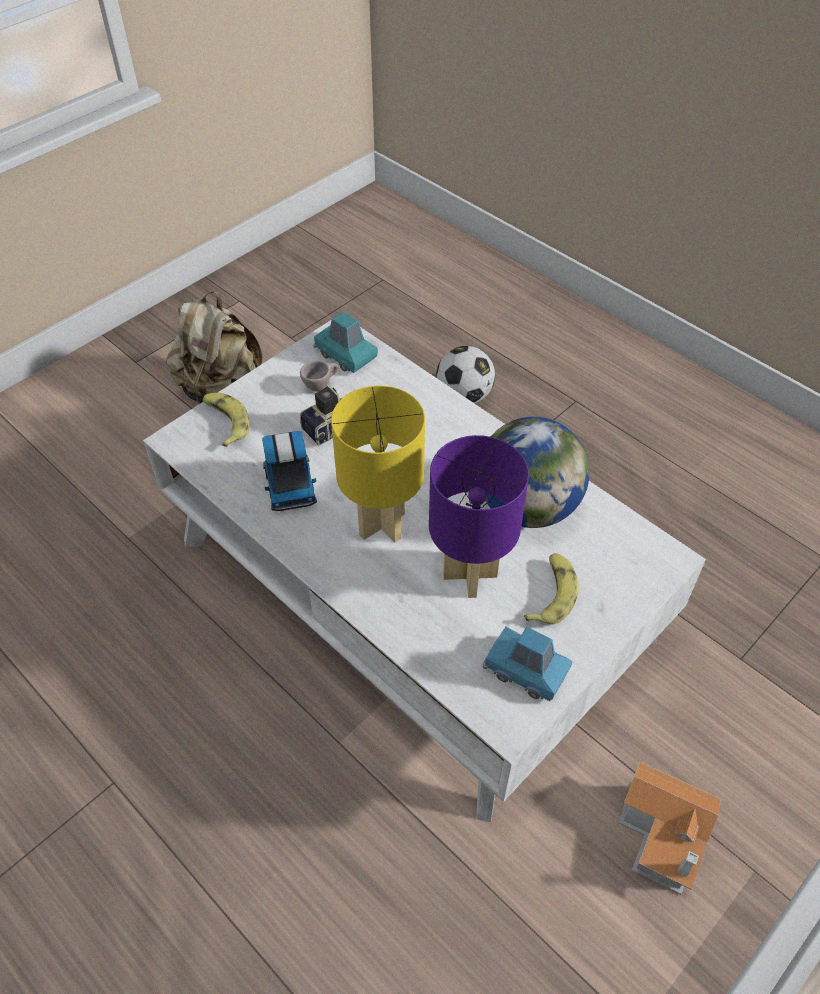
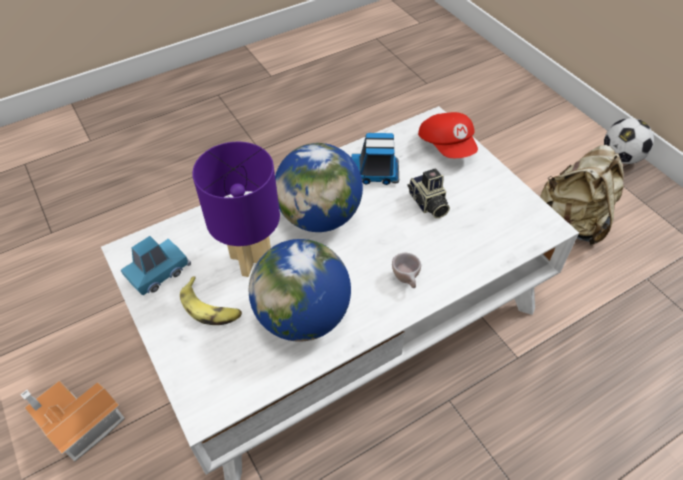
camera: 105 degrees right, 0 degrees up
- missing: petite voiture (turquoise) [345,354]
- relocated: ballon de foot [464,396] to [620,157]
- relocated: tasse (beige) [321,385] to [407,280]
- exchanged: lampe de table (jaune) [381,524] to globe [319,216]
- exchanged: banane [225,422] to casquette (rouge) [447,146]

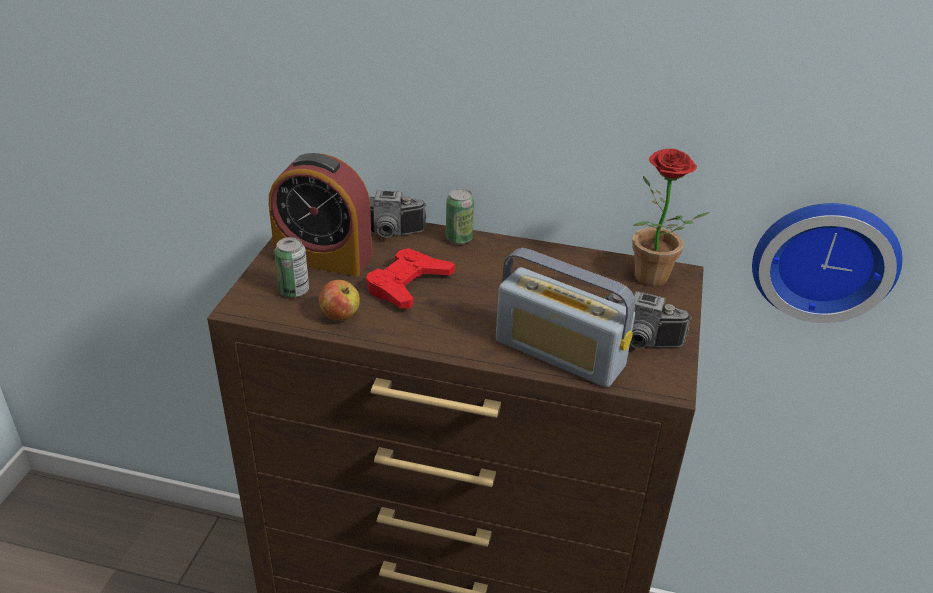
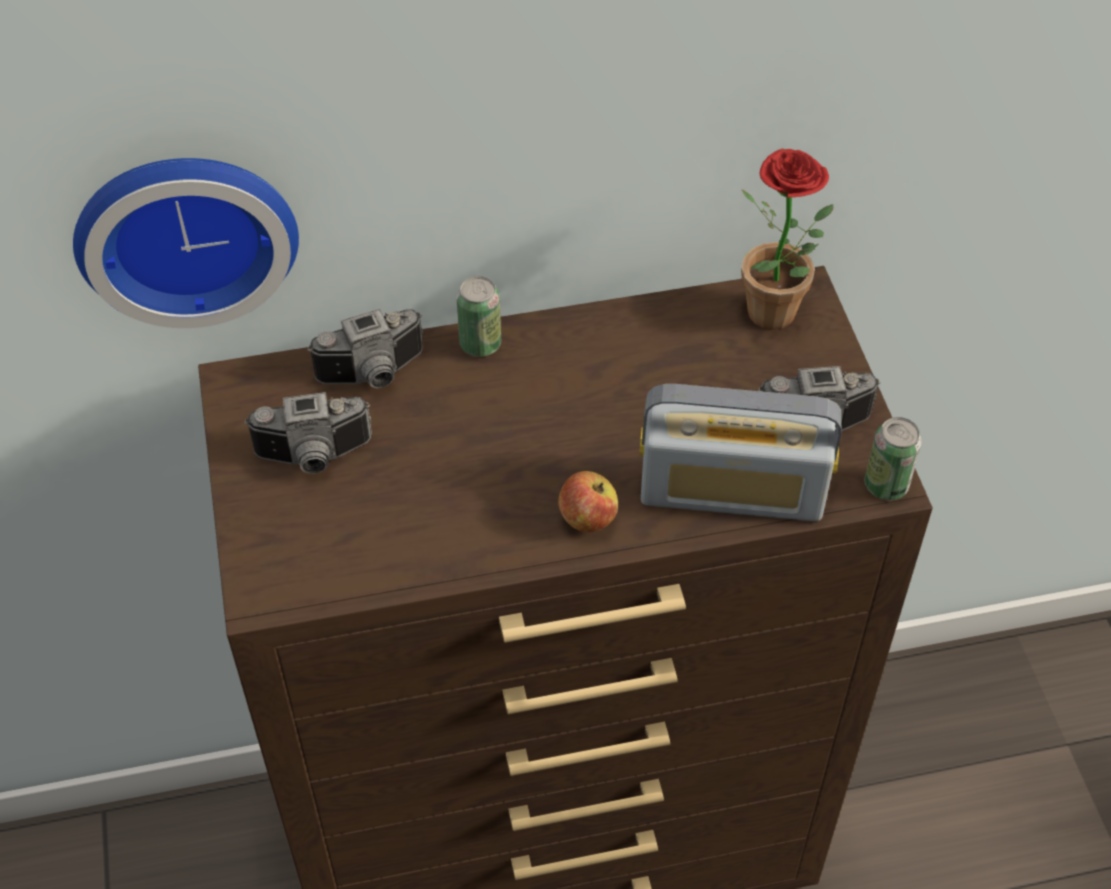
camera: 25 degrees left, 15 degrees up
- exchanged: réveil [323,258] to appareil photo [314,458]
- relocated: horloge murale [824,257] to [186,230]
- relocated: boîte métallique [294,291] to [886,485]
- missing: manette (rouge) [408,285]
- relocated: pomme [340,315] to [587,518]

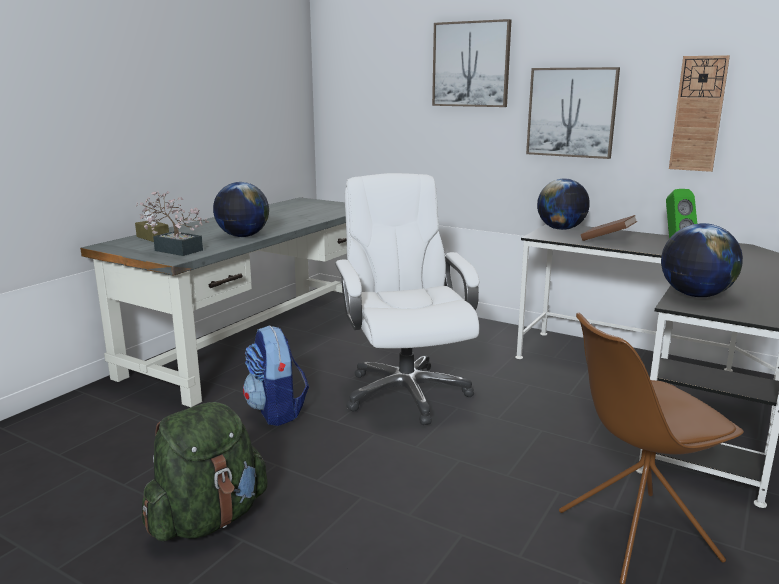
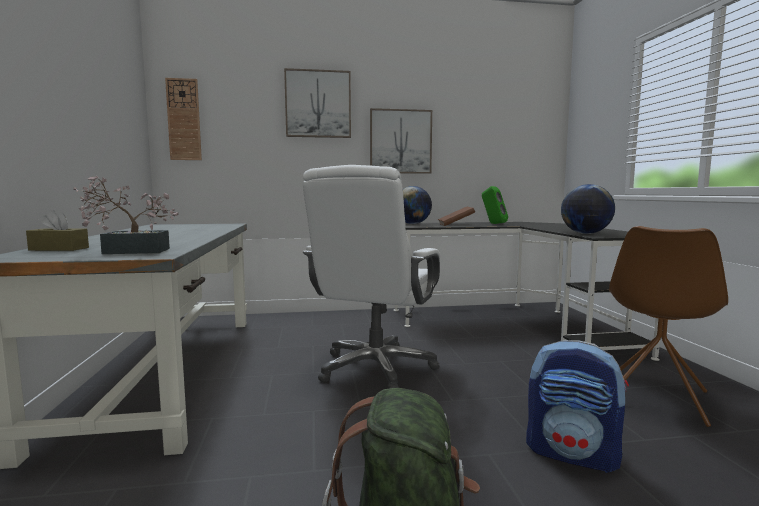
camera: 40 degrees left, 10 degrees down
- relocated: horloge murale [698,114] to [184,119]
- spun: chaise de bureau (blanc) [405,393] = [375,368] 105 degrees counterclockwise
- missing: globe [243,236]
- relocated: sac à dos [276,411] to [573,454]

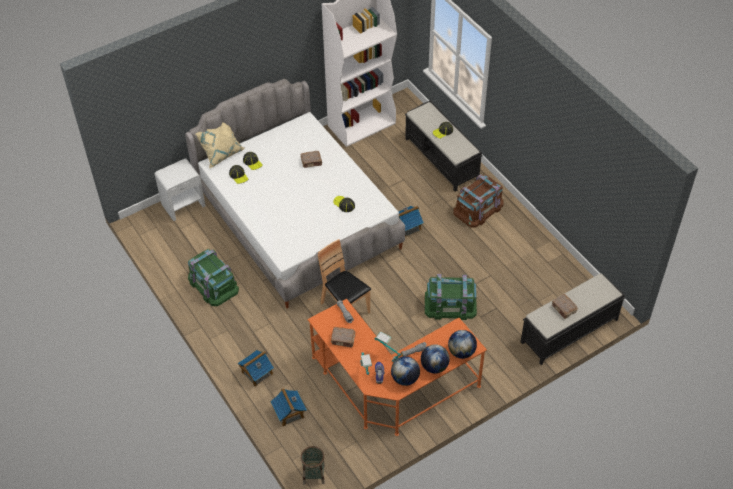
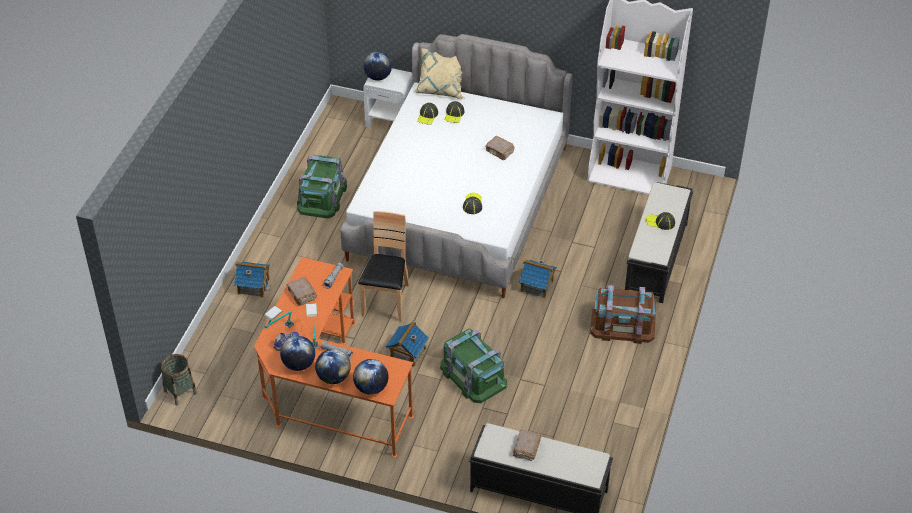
camera: 50 degrees right, 5 degrees down
- relocated: maison miniature [289,413] to [407,353]
- appeared: globe [378,77]

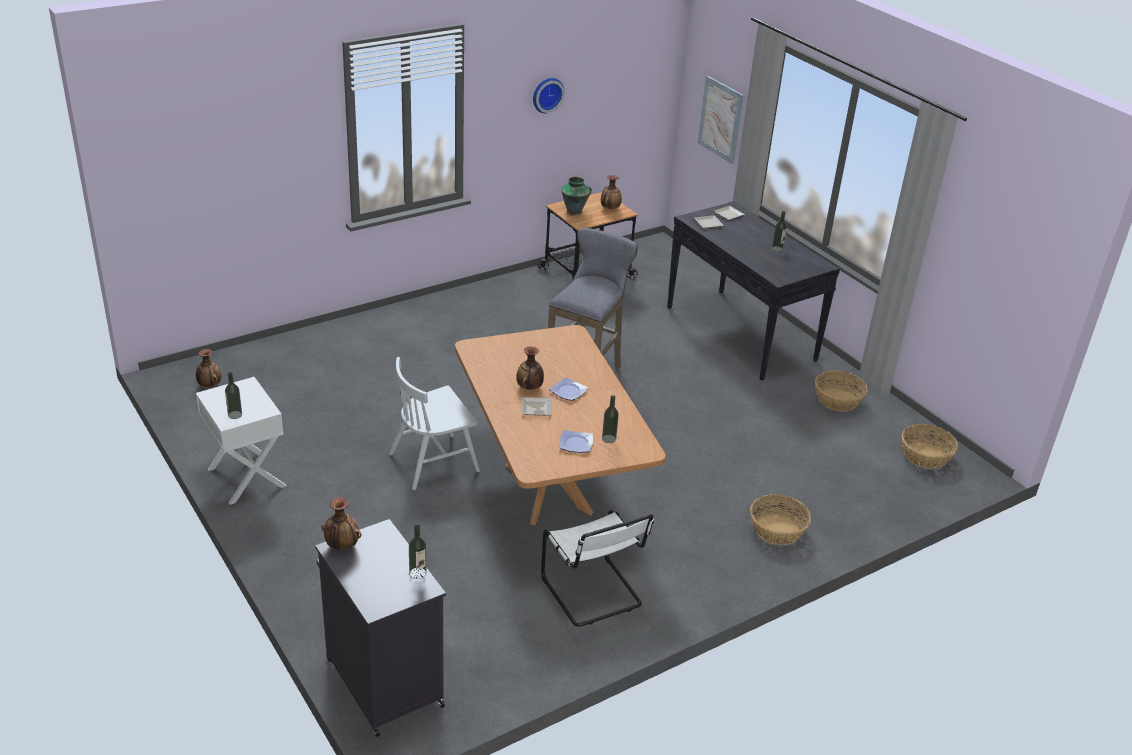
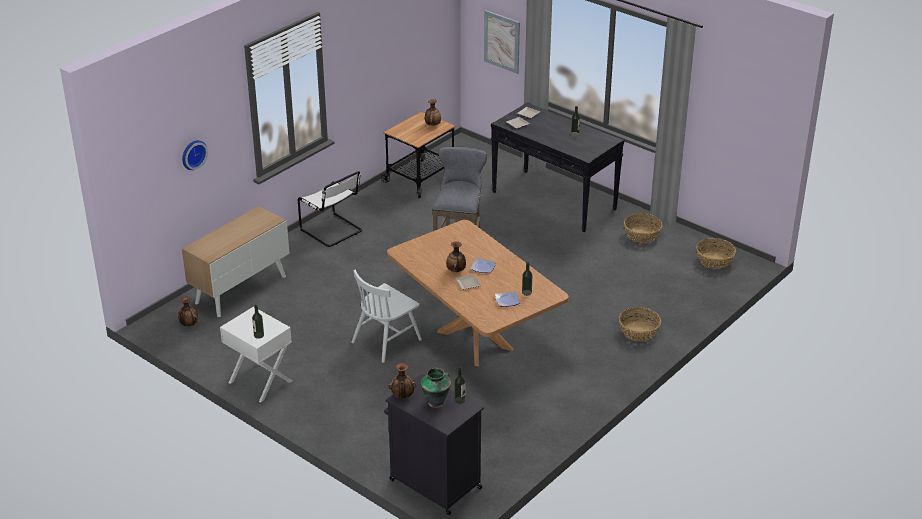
camera: 15 degrees left, 0 degrees up
- relocated: horloge murale [546,94] to [192,154]
- relocated: vase [575,212] to [436,401]
- relocated: chaise (blanc) [593,594] to [333,231]
- appeared: meuble de rangement [240,289]

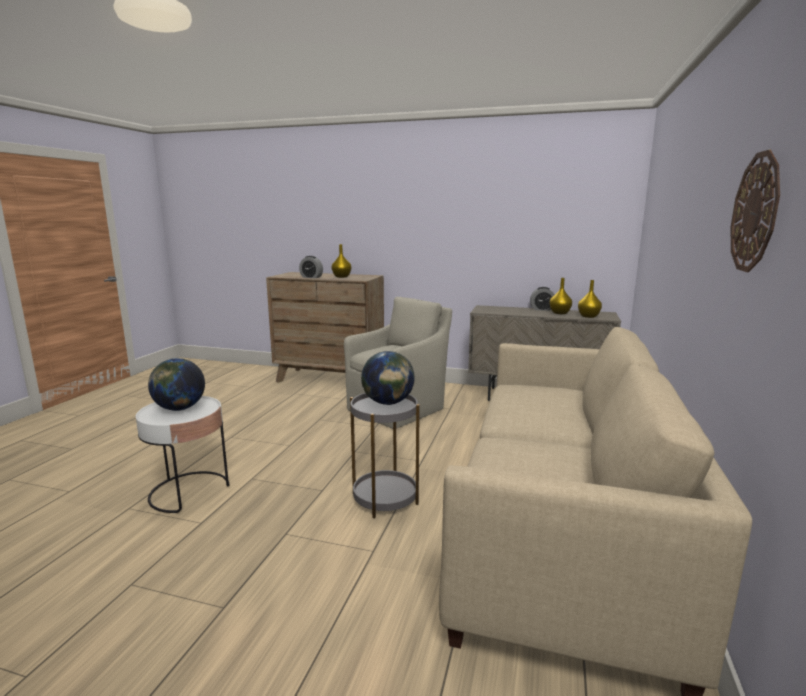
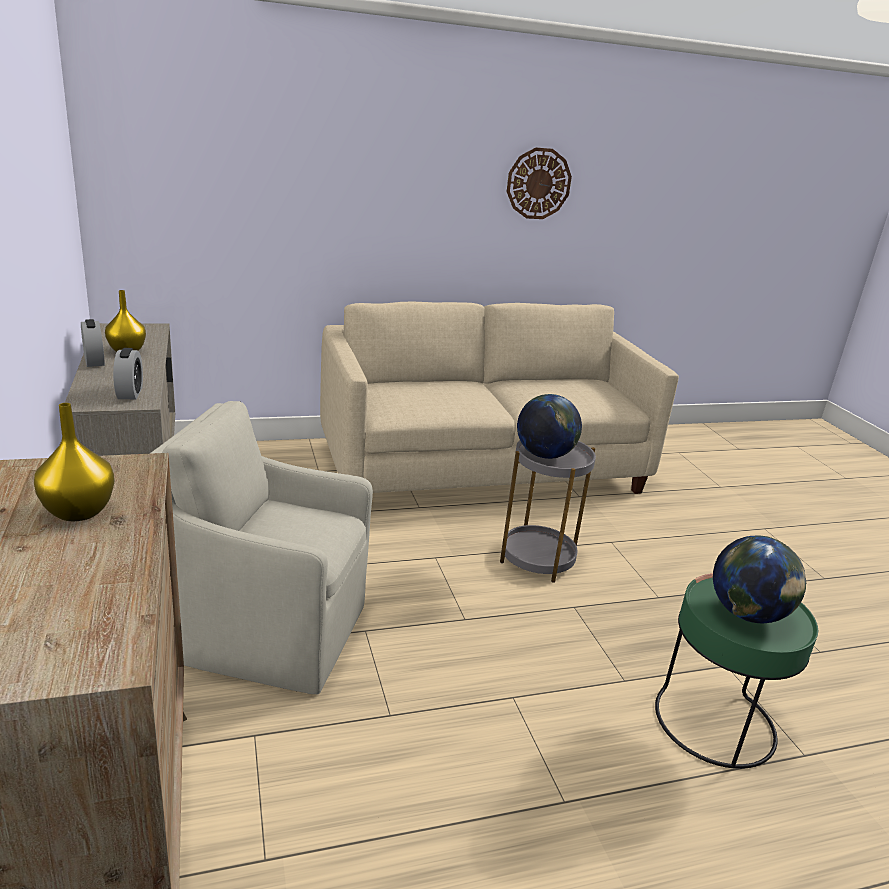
camera: 125 degrees left, 10 degrees up
- relocated: réveil [311,277] to [130,393]
- missing: vase (jaune) [589,316]
- colour: table d'appoint (blanc) [189,491] to table d'appoint (vert) [714,722]

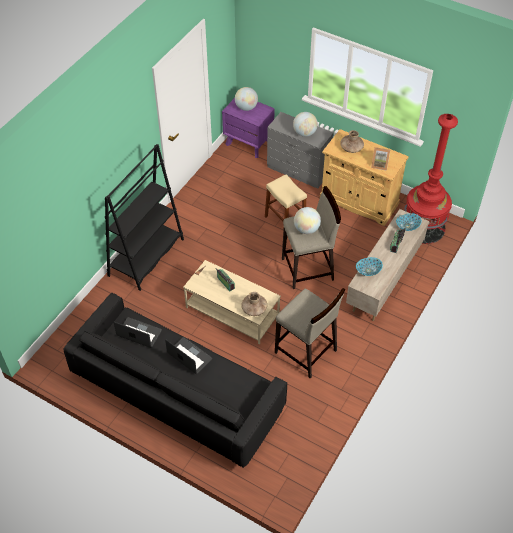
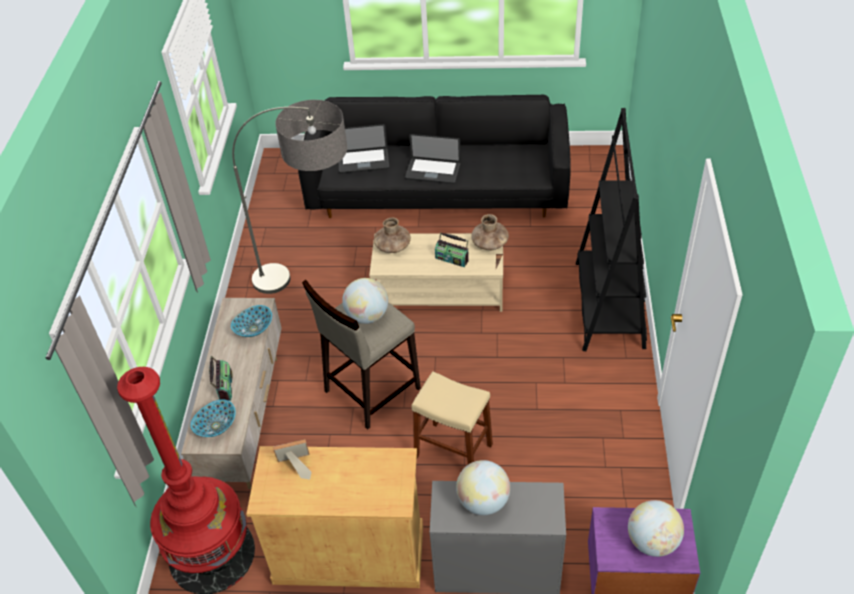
camera: 155 degrees right, 5 degrees down
- relocated: vase (marron) [351,148] to [490,243]
- exchanged: tabouret (beige) [306,352] to lampadaire [315,285]
- relocated: ordinateur portable [139,333] to [363,162]

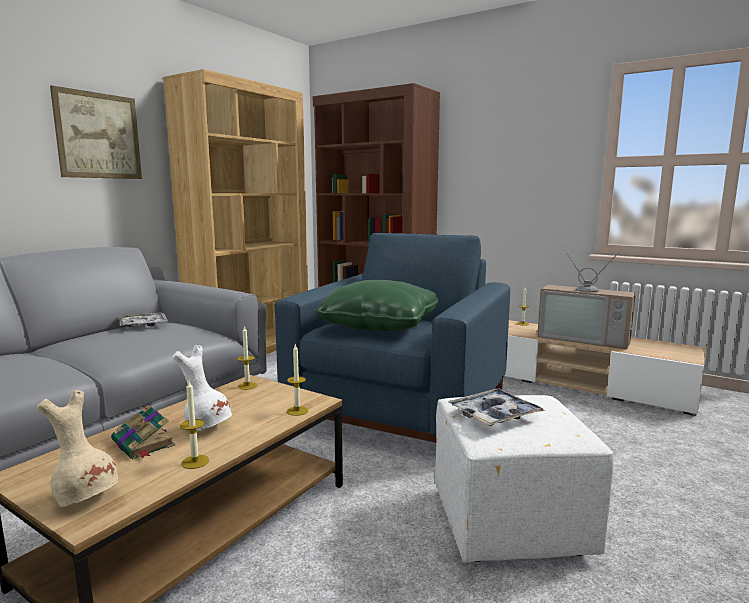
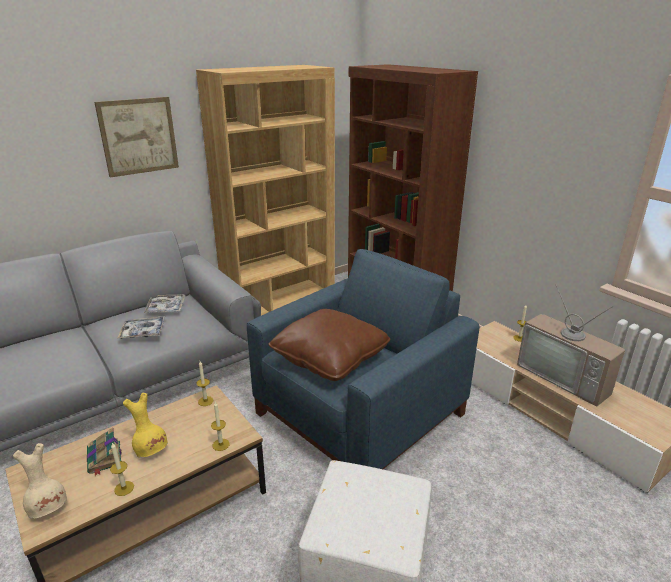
camera: 20 degrees right, 15 degrees up
- colour: coussin (vert) [380,326] to coussin (marron) [330,357]
- colour: vase (blanc) [208,428] to vase (jaune) [151,450]
- relocated: plateau [494,415] to [143,332]

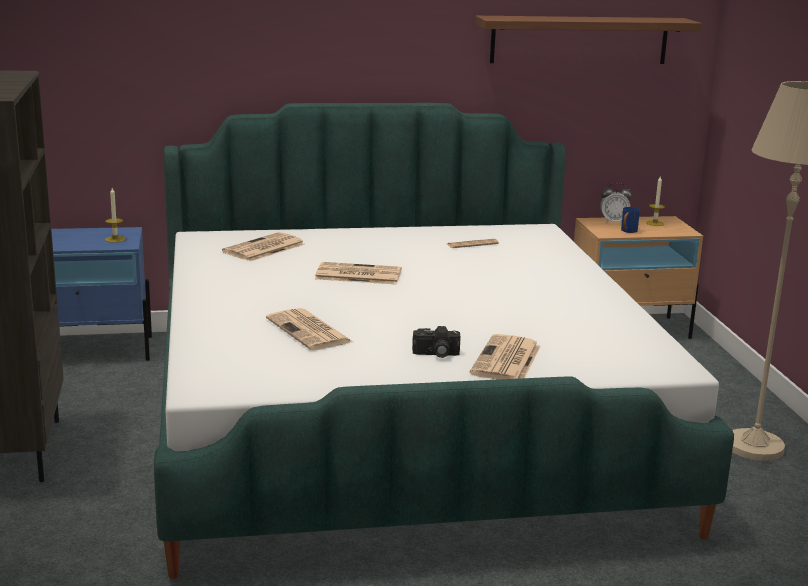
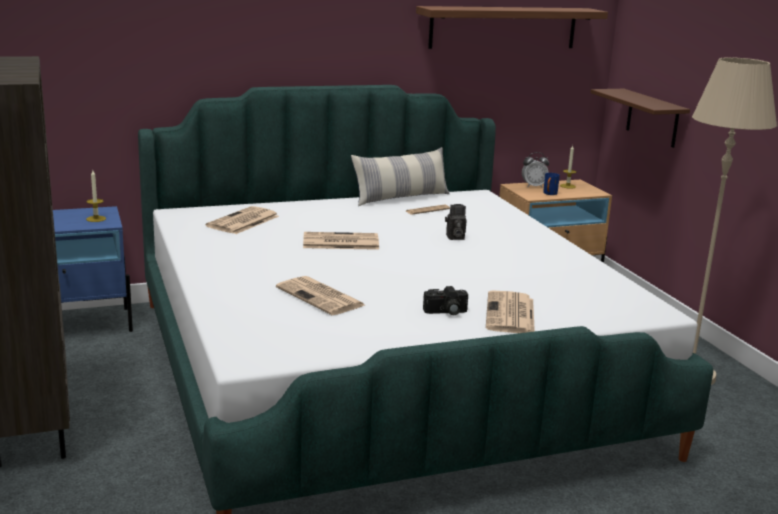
camera: 10 degrees left, 0 degrees up
- appeared: étagère (marron) [652,118]
- appeared: coussin [401,198]
- appeared: appareil photo [454,237]

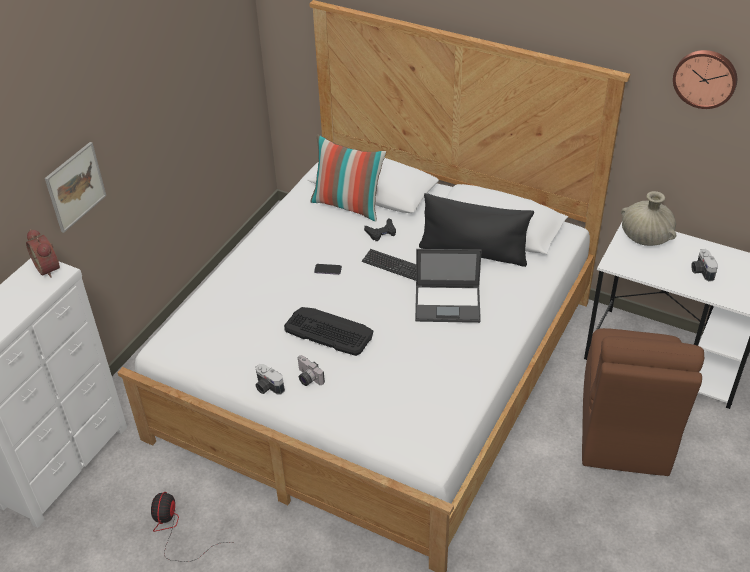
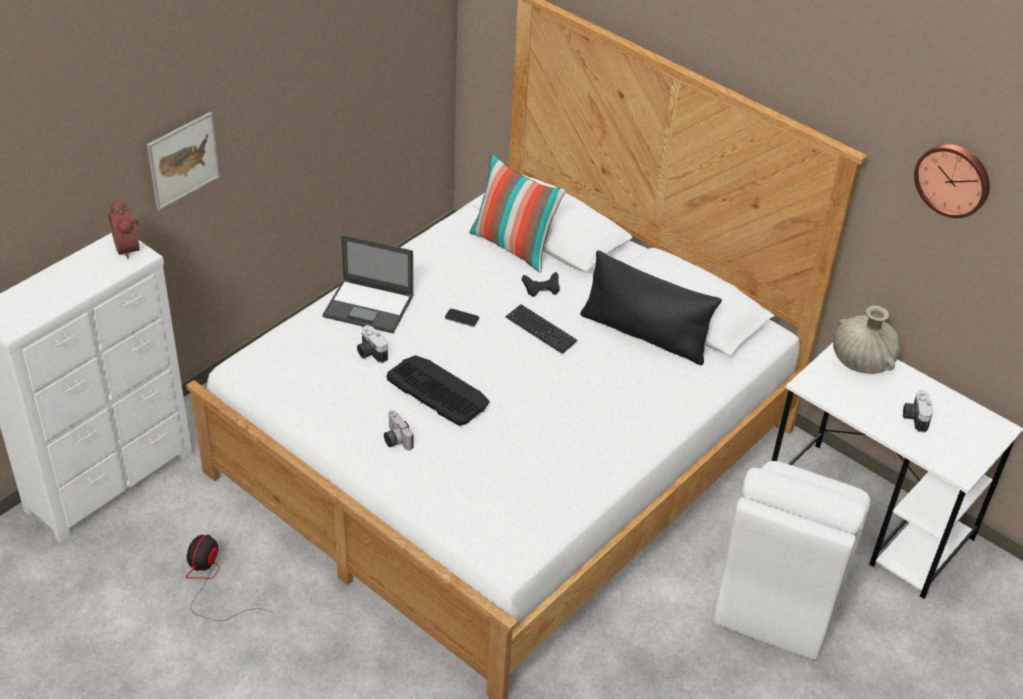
camera: 10 degrees right, 0 degrees up
- relocated: ordinateur portable [448,303] to [370,306]
- colour: chaise (marron) [624,431] to chaise (blanc) [780,595]
- relocated: appareil photo [267,387] to [370,353]

